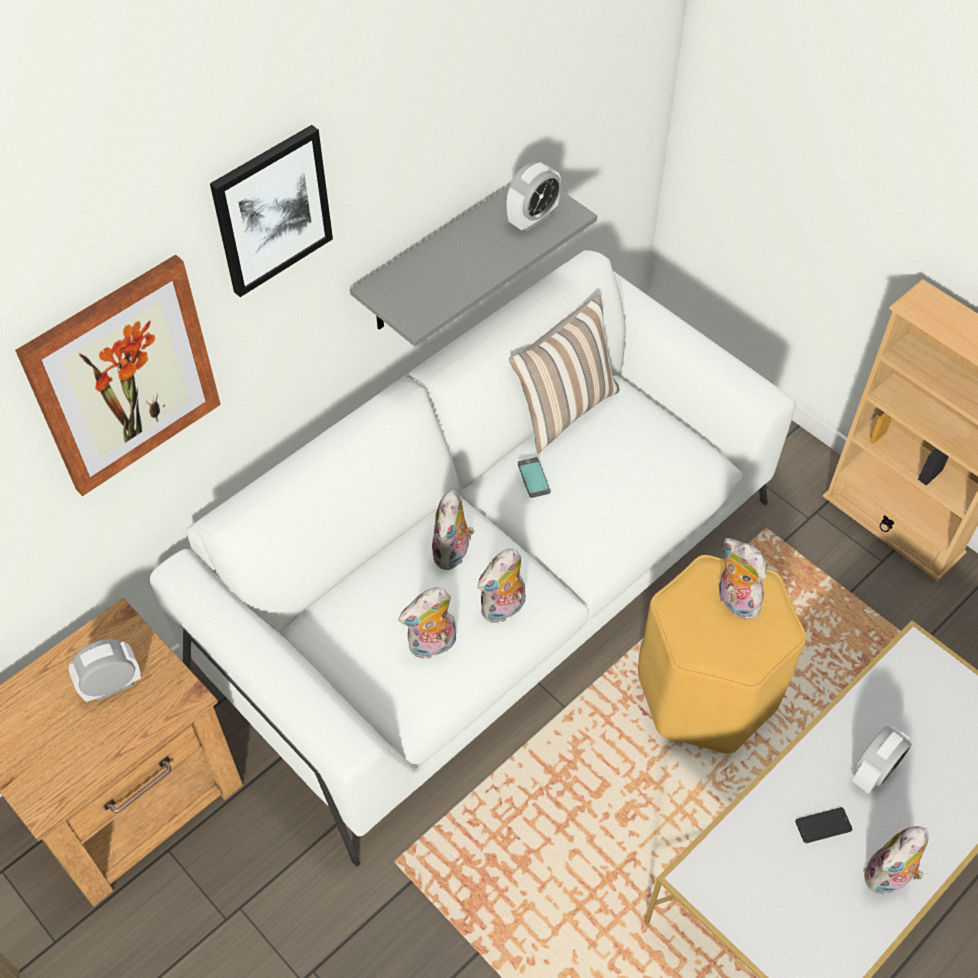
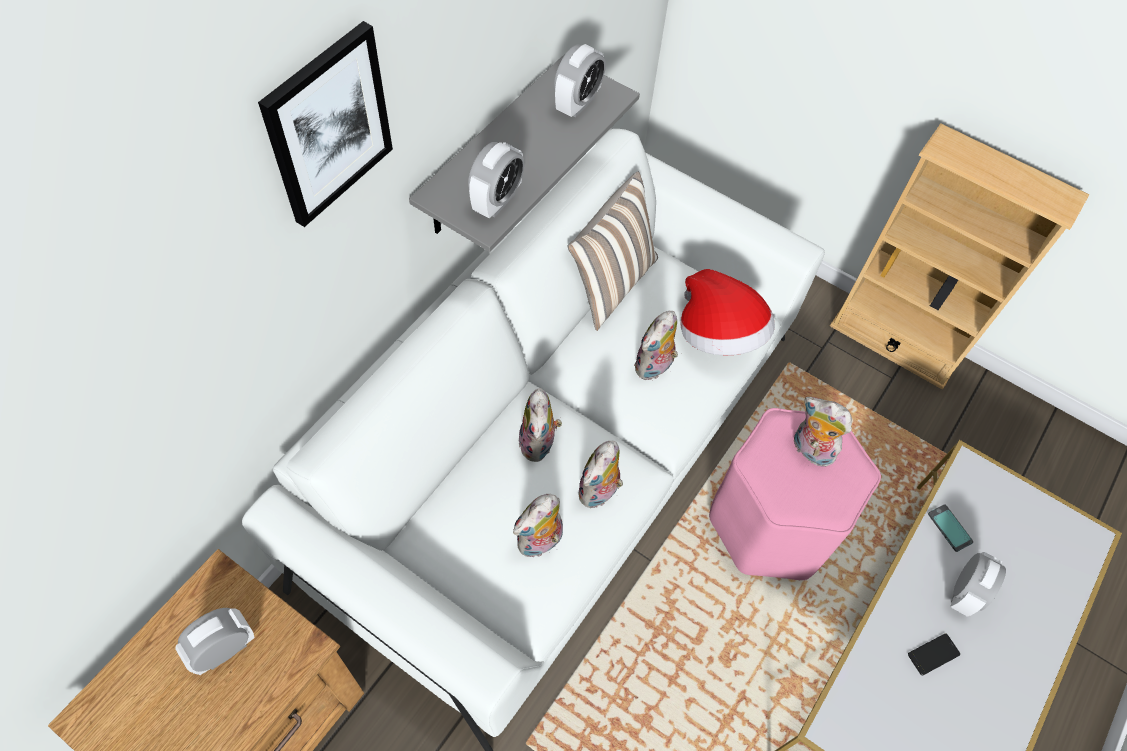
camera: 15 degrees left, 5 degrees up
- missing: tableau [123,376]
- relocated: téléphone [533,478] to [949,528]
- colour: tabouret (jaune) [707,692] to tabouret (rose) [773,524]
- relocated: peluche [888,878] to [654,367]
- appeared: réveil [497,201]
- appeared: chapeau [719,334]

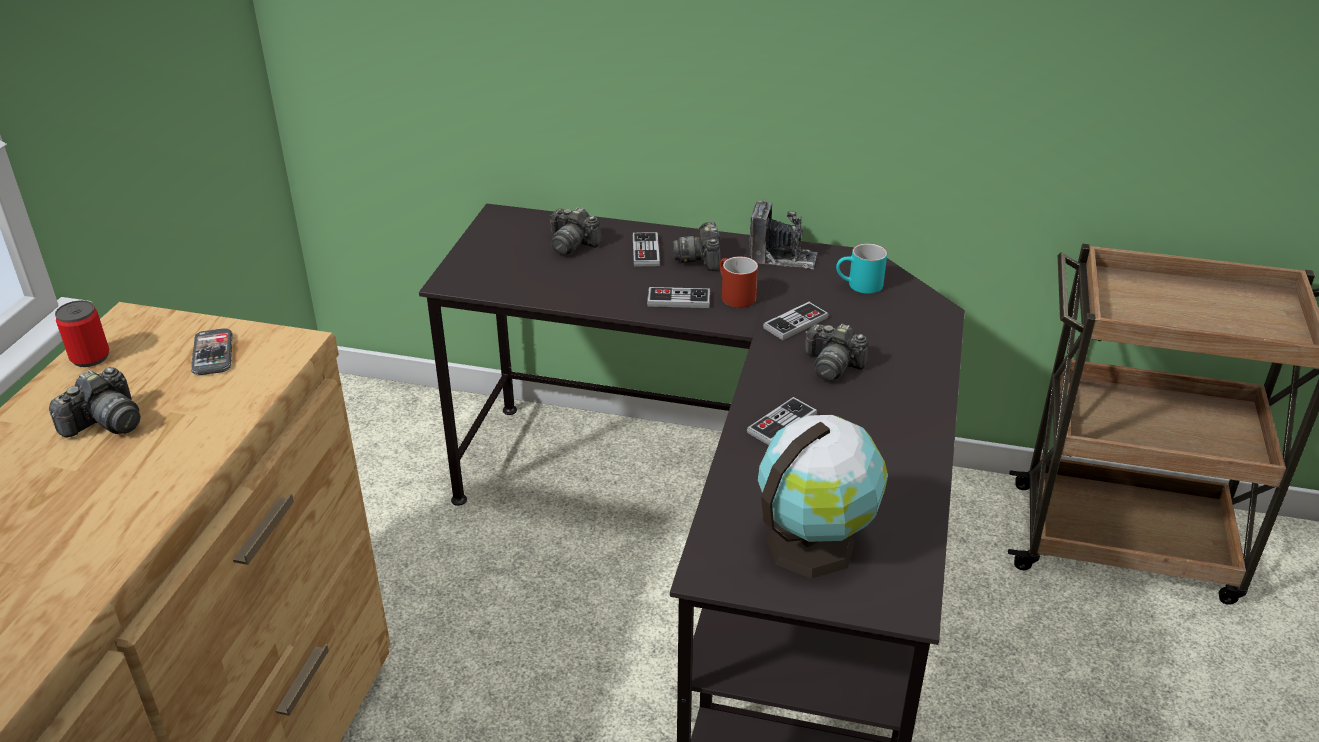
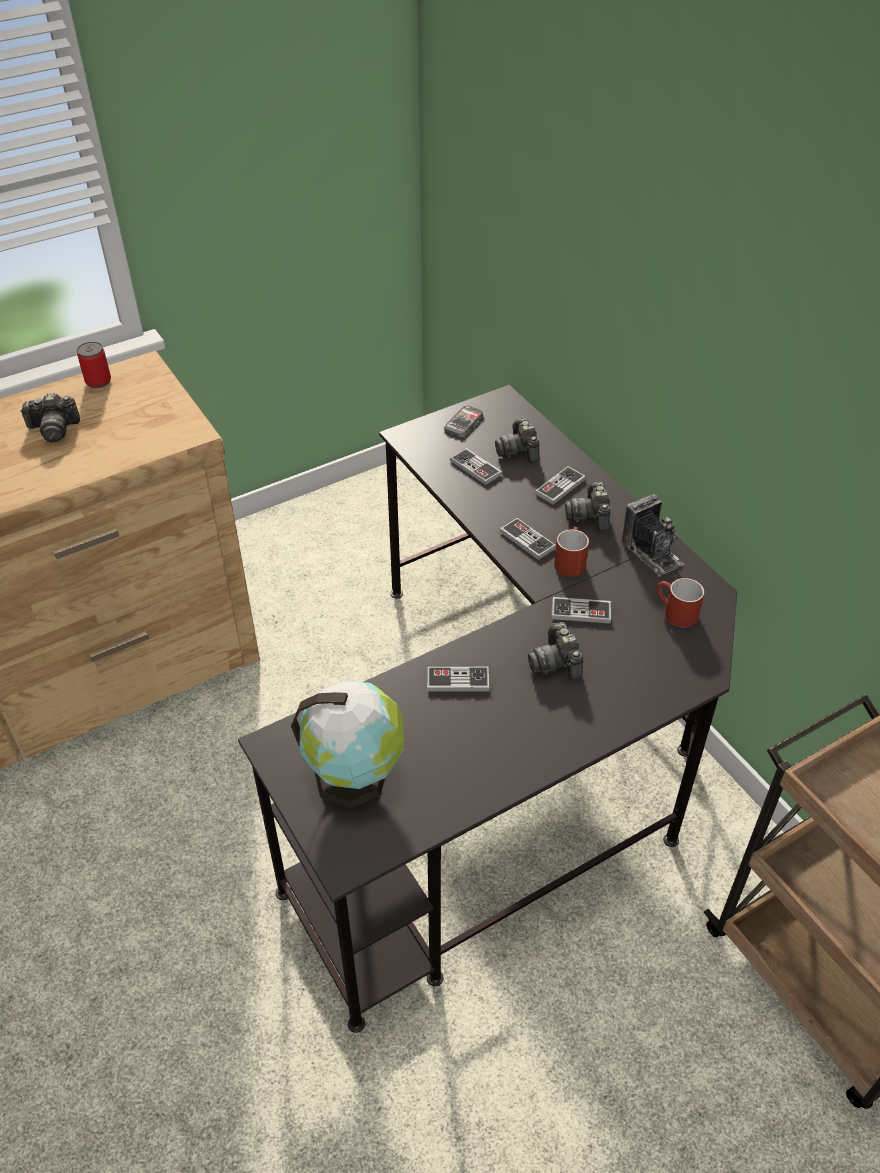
camera: 45 degrees right, 10 degrees up
- spun: appareil photo [701,259] = [590,516] 45 degrees counterclockwise
- colour: mug (turquoise) [859,286] to mug (rouge) [674,613]
- relocated: téléphone [213,354] to [463,423]
- appeared: manette [475,468]

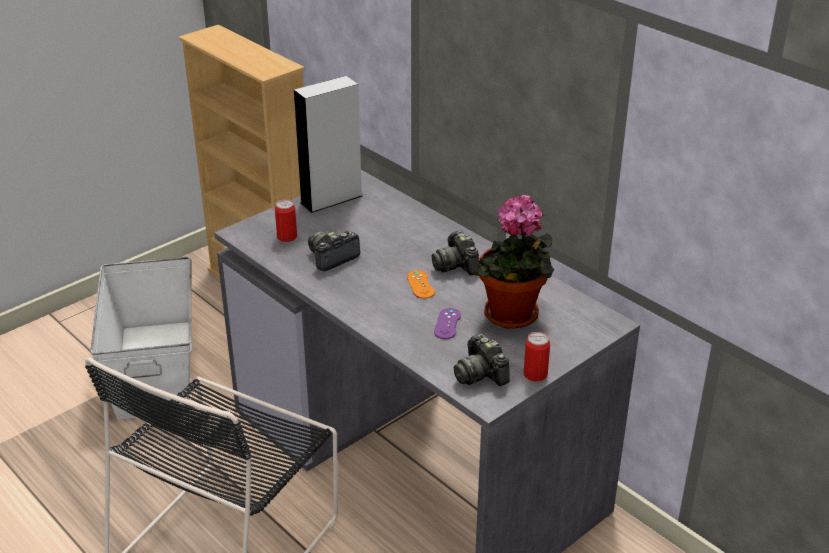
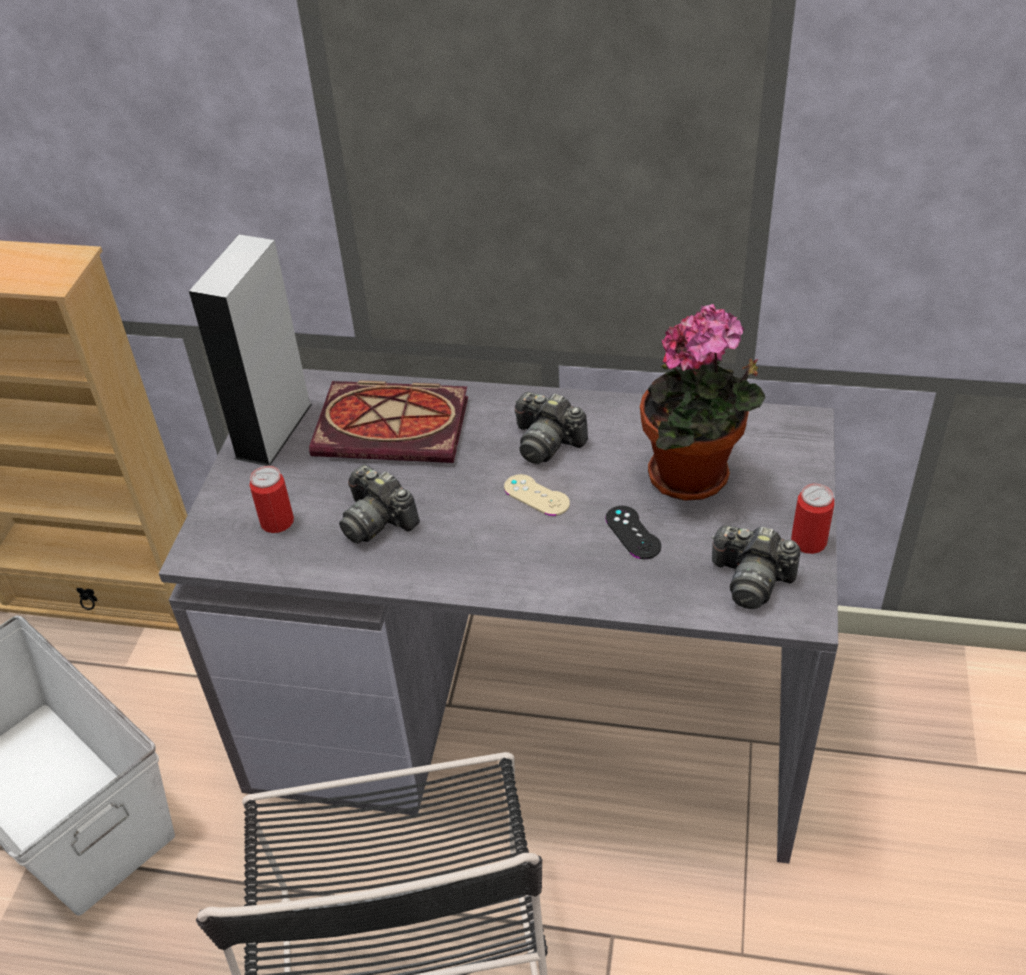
camera: 35 degrees left, 10 degrees up
- spun: appareil photo [332,258] = [377,520] 60 degrees counterclockwise
- colour: manette (orange) [420,285] to manette (beige) [536,495]
- colour: manette (violet) [447,324] to manette (noir) [633,532]
- appeared: livre [396,426]

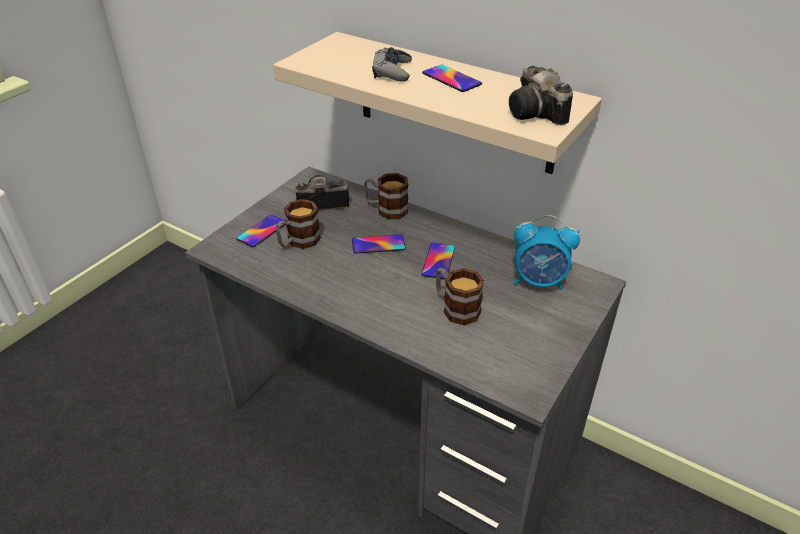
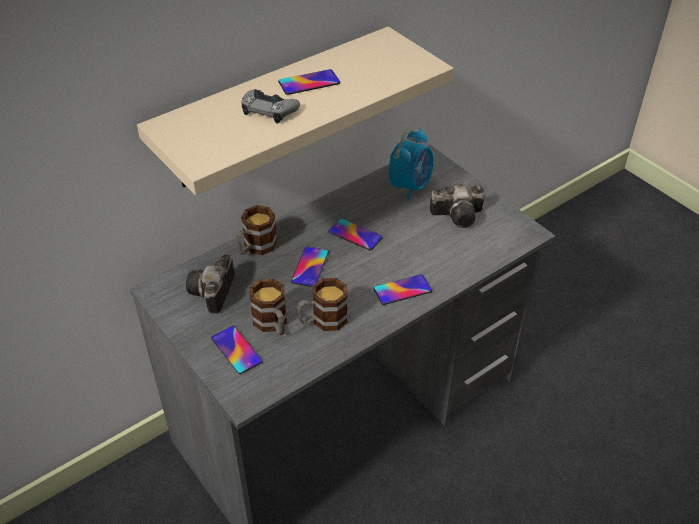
camera: 70 degrees left, 5 degrees up
- relocated: appareil photo [537,114] to [460,215]
- relocated: mug [455,308] to [323,320]
- appeared: téléphone [402,290]

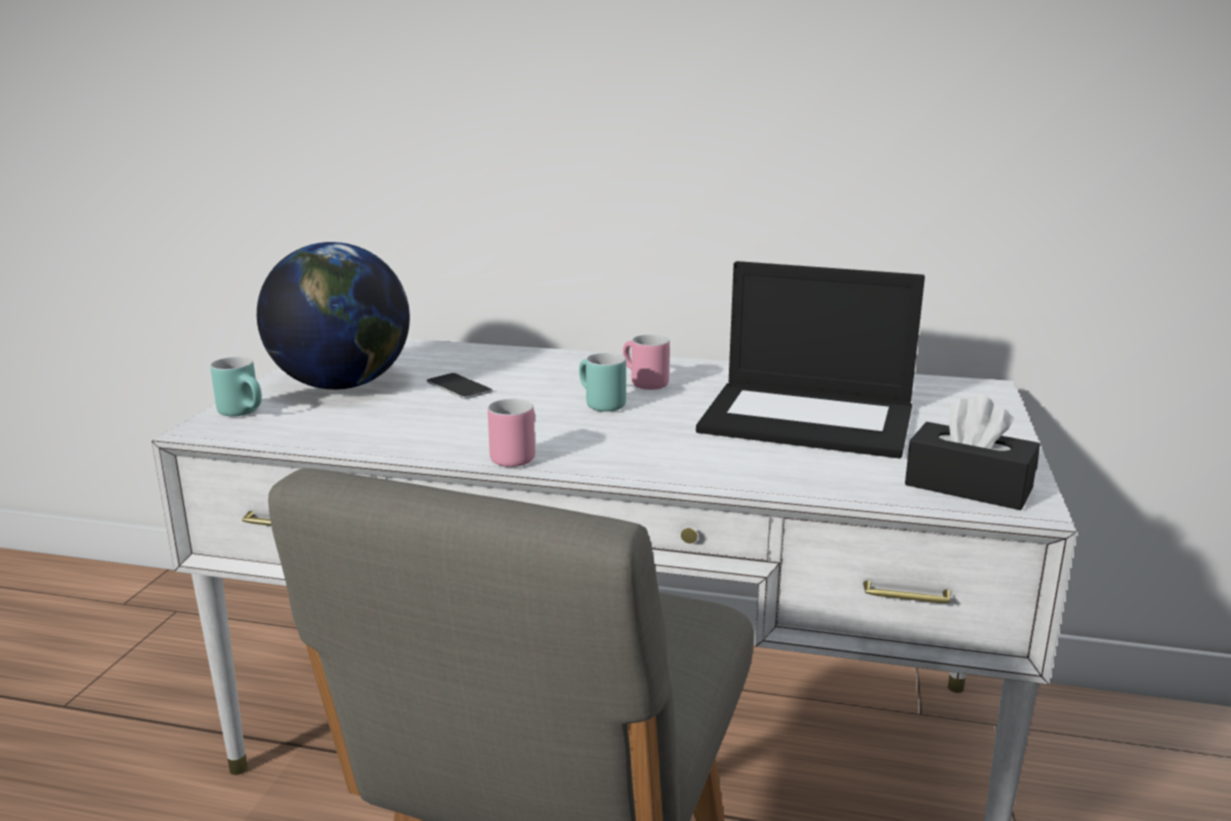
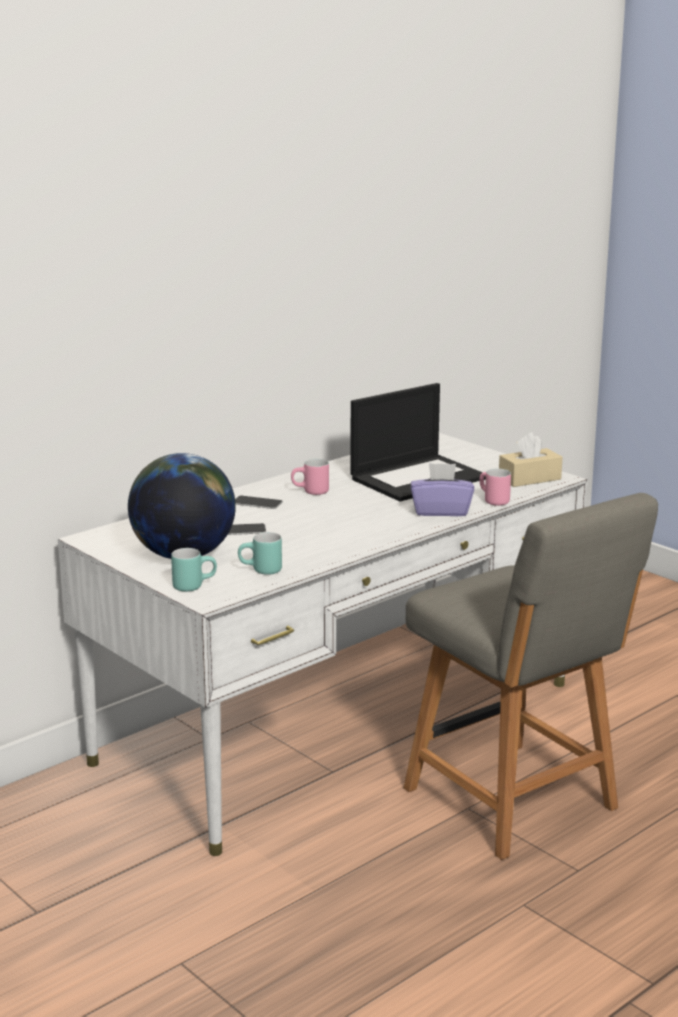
camera: 55 degrees left, 0 degrees up
- relocated: mug (turquoise) [598,404] to [261,571]
- colour: boîte à mouchoirs (noir) [968,486] to boîte à mouchoirs (beige) [529,478]
- relocated: mug (rose) [514,455] to [491,501]
- appeared: boîte à mouchoirs (violet) [441,511]
- appeared: téléphone [257,503]

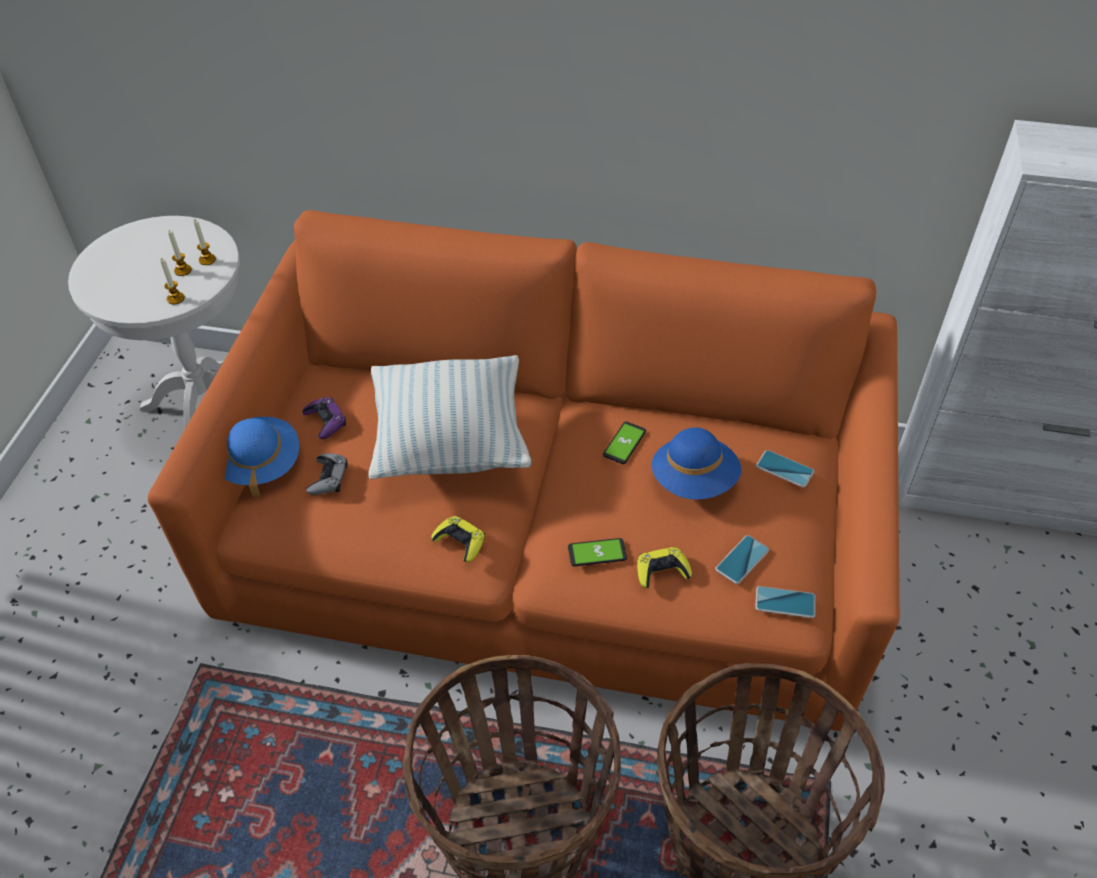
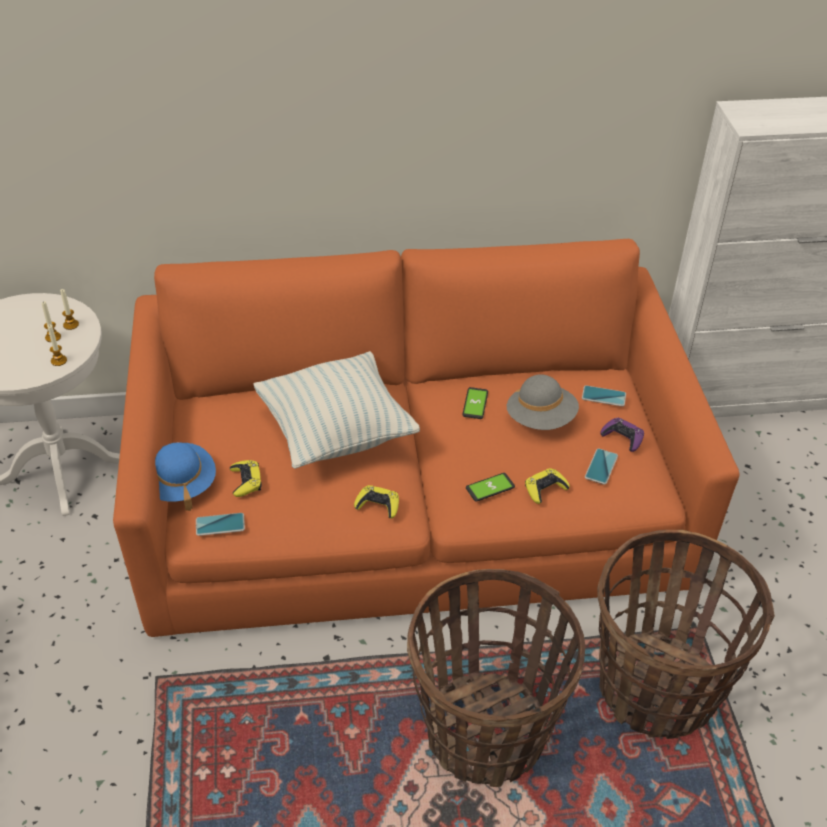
camera: 20 degrees left, 5 degrees down
- relocated: manette (violet) [326,421] to [622,437]
- colour: chapeau (bleu) [694,480] to chapeau (gris) [541,419]
- colour: manette (gris) [328,478] to manette (jaune) [246,481]
- relocated: téléphone [785,602] to [220,524]

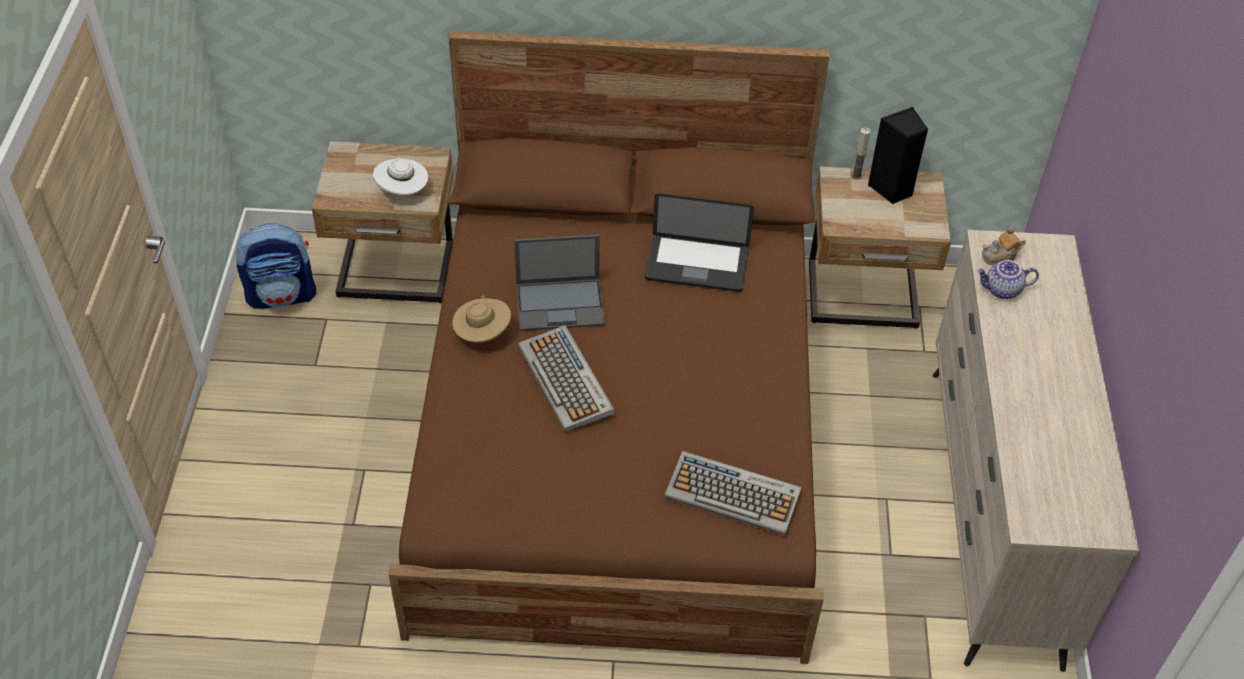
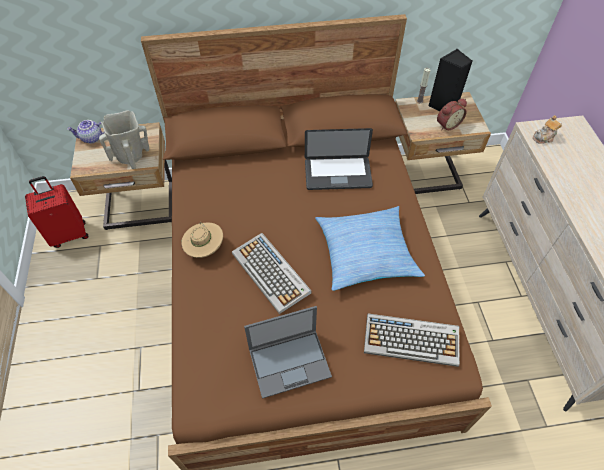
camera: 10 degrees left, 5 degrees up
- exchanged: chapeau (blanc) [402,191] to vase (beige) [131,156]
- exchanged: sac à dos [282,295] to valise (rouge) [69,234]
- relocated: ordinateur portable [561,304] to [290,362]
- relocated: théière [1002,290] to [91,138]
- appeared: réveil [447,124]
- appeared: coussin [365,253]

